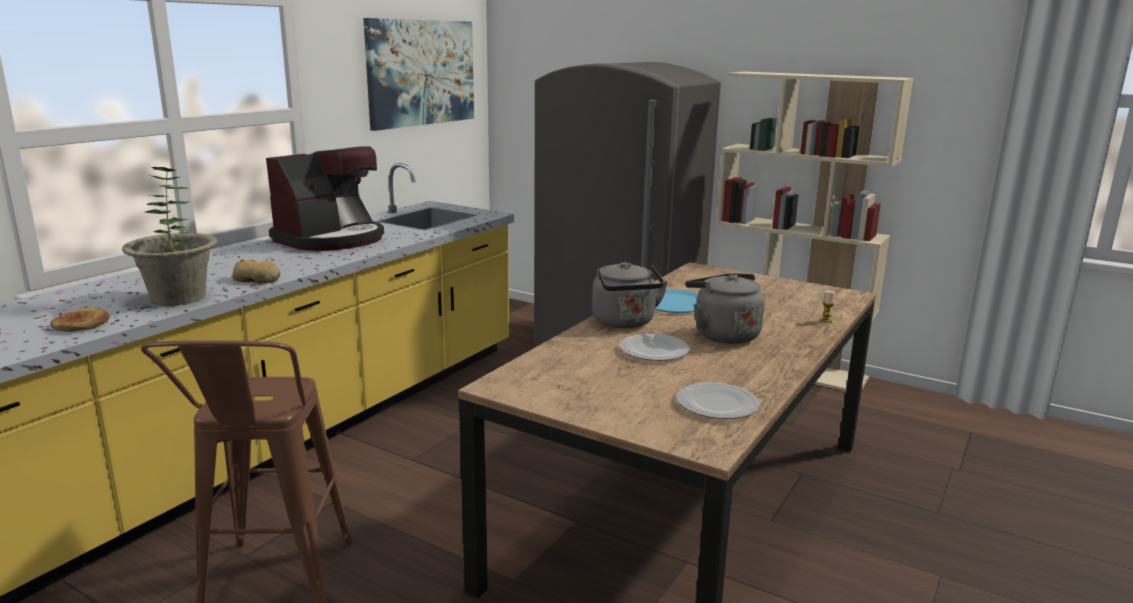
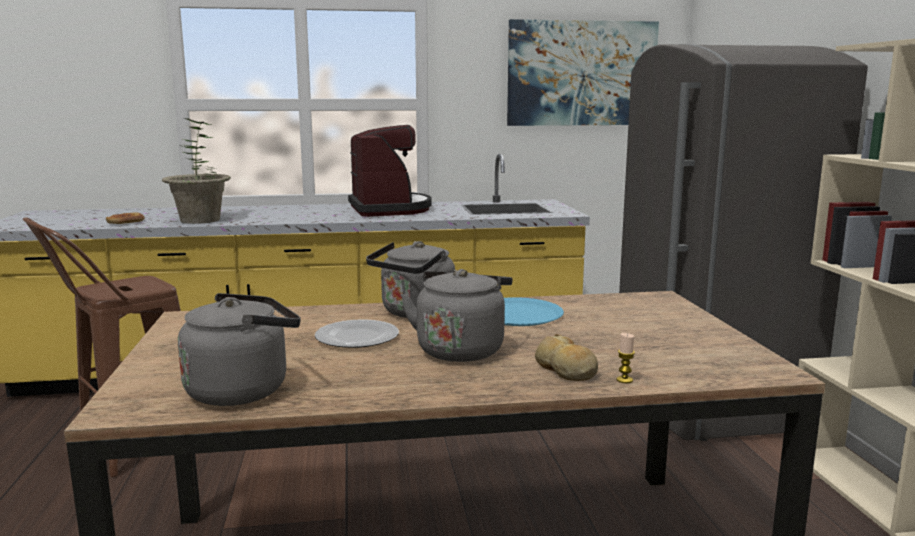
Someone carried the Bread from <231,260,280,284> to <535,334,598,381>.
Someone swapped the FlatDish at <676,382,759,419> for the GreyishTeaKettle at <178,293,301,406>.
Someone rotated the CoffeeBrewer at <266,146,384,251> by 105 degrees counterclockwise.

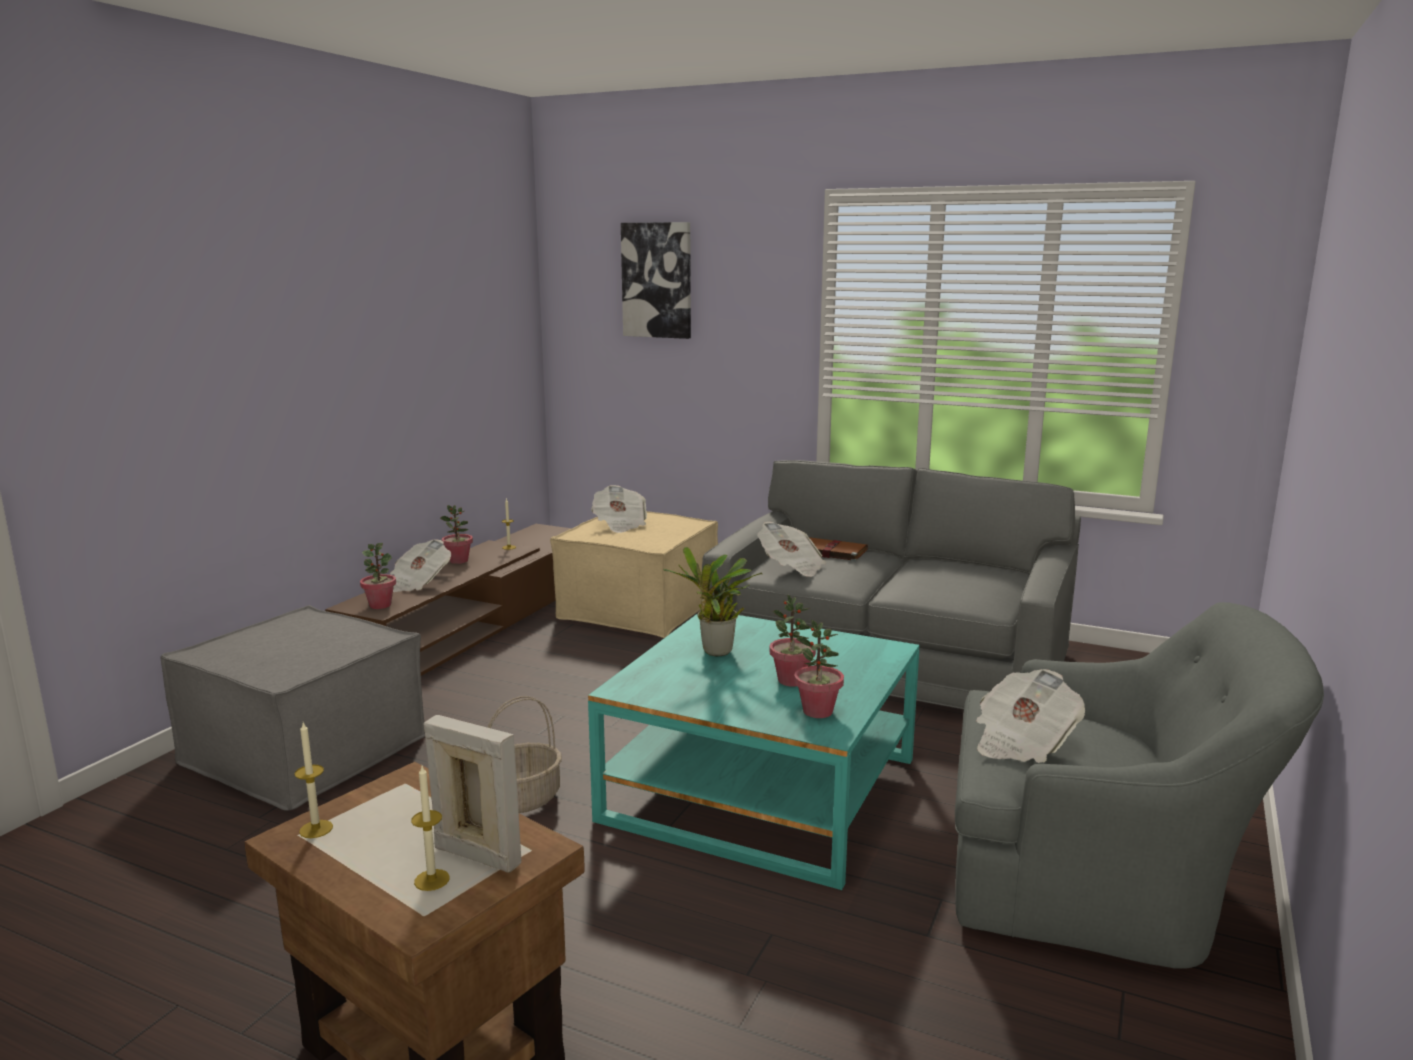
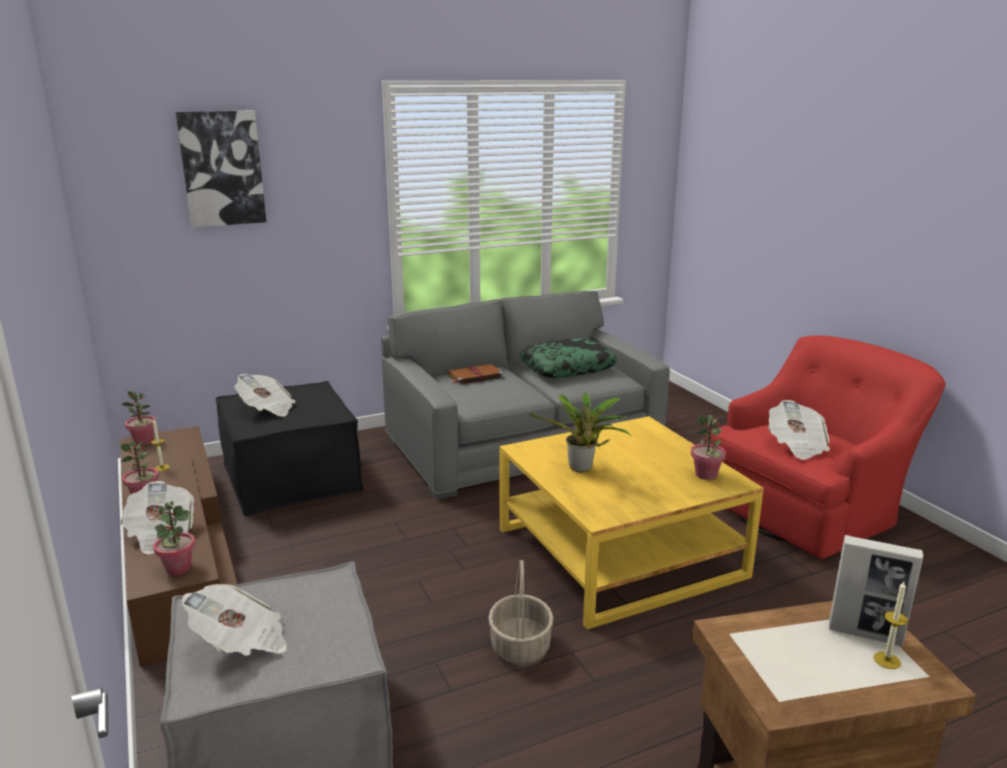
Someone took away the Candle at <294,723,333,838>.
Someone put down the ThrowPillow at <519,338,618,378>.
Someone carried the DailyPaper from <757,522,826,577> to <182,584,287,656>.
Someone carried the PottedPlant from <769,594,816,687> to <121,391,156,445>.
Someone repainted the BeigeColouredPouffe at <550,511,718,638>, which became the BlackishPouffe at <216,381,363,516>.
Someone repainted the BlueGreenLowTable at <588,613,920,890>, which became the YellowLowTable at <499,416,764,630>.
Someone repainted the GreyishLoungeChair at <955,602,1324,969>, which became the RedLoungeChair at <706,335,946,559>.
Someone rotated the PhotoFrame at <423,715,521,873> by 135 degrees counterclockwise.

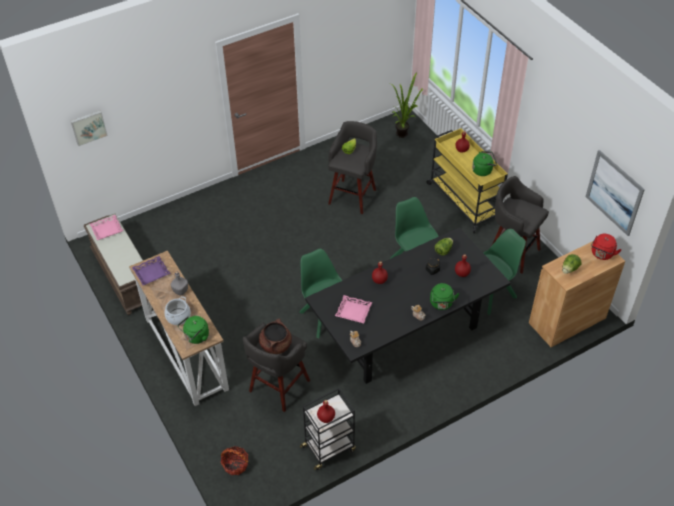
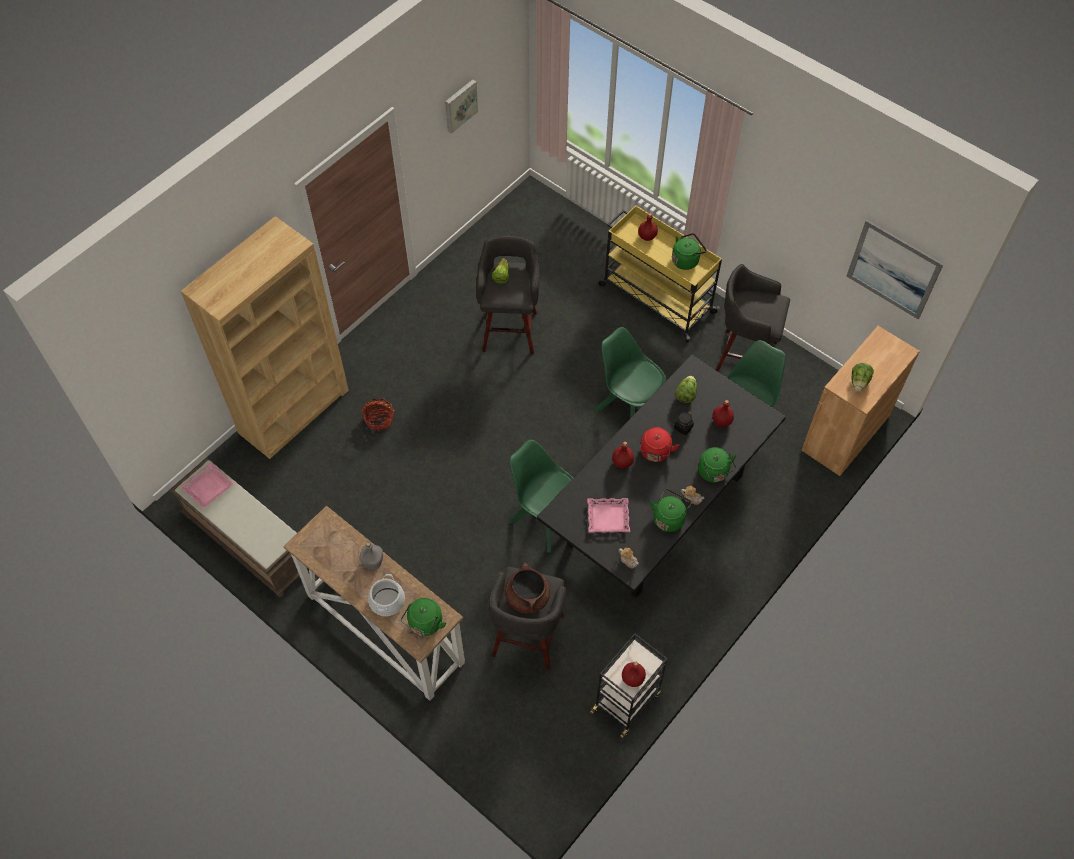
Someone took away the PurplishCarryingTray at <132,256,171,285>.
Someone took away the PottedPlant at <390,73,424,138>.
Someone put down the BrownBookshelf at <181,216,349,459>.
Someone put down the GreenColouredTeaKettle at <649,489,692,532>.
Someone carried the WallPicture from <71,110,108,146> to <445,79,478,134>.
Someone carried the HouseholdBasket from <221,446,248,475> to <361,399,395,431>.
Someone carried the RedTeaKettle from <591,234,621,260> to <640,427,679,462>.

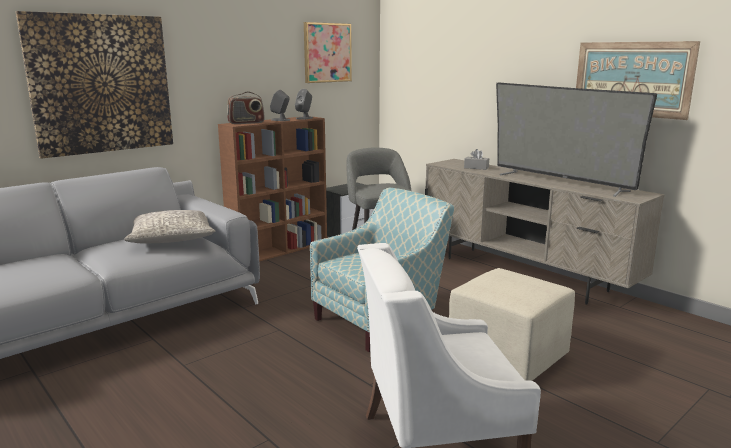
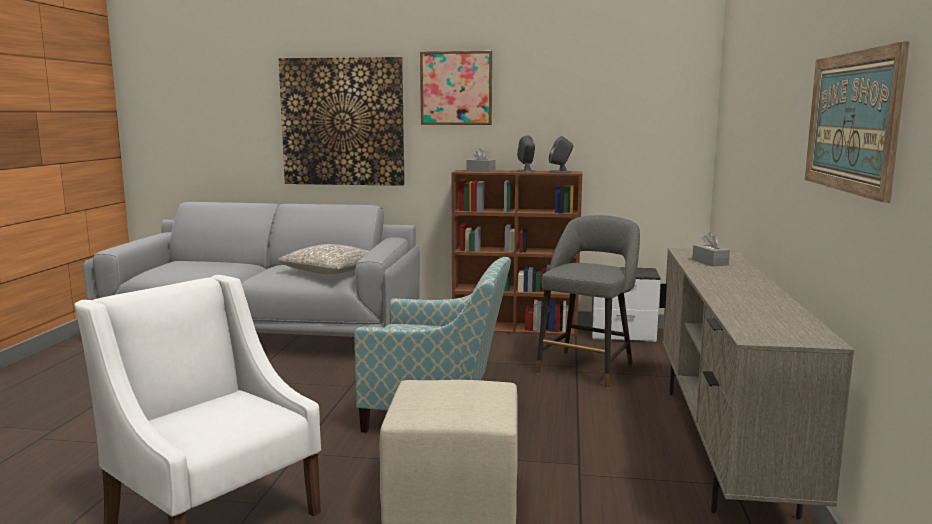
Someone took away the Tv at <496,83,657,197>.
Someone carried the WallPicture from <304,22,352,83> to <420,51,492,125>.
Someone swapped the RadioReceiver at <227,91,265,124> for the GreyishBoxOfTissues at <466,149,495,172>.

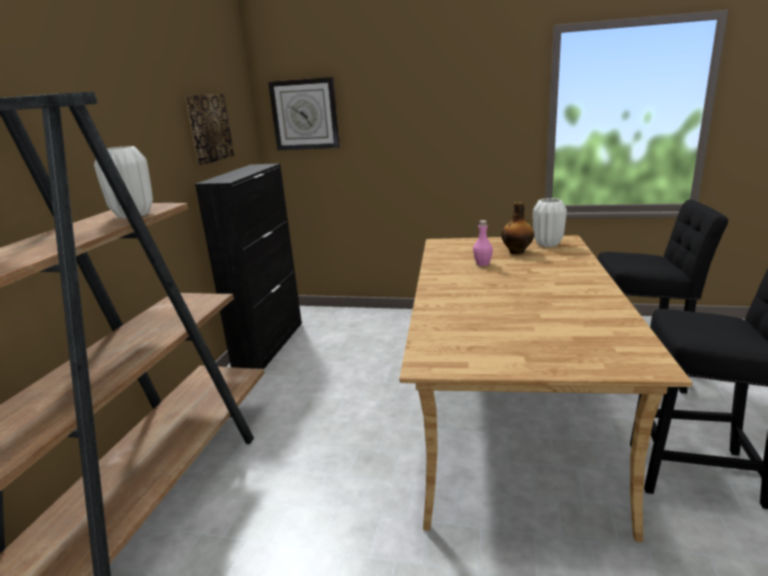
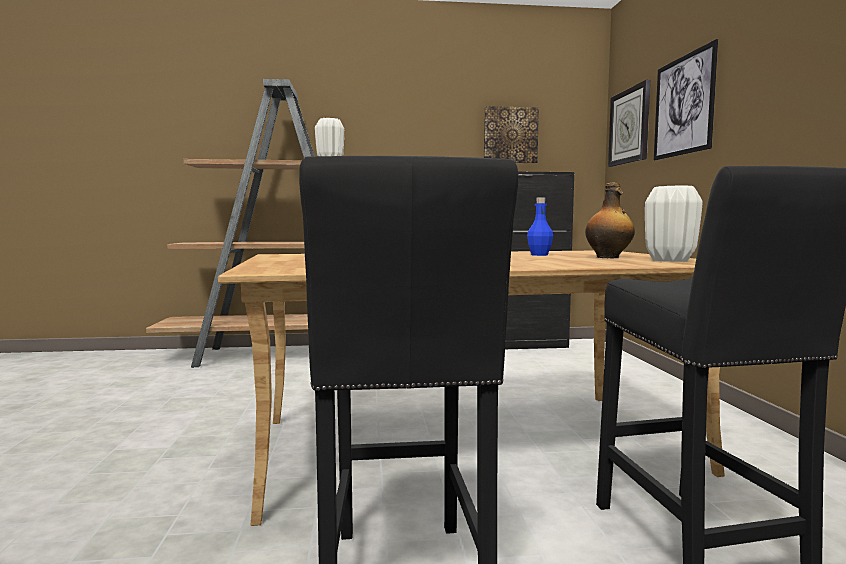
Someone put up the WallPicture at <654,39,718,160>.
Someone repainted the PinkColouredBeverageBottle at <473,220,493,266>, which became the BlueBeverageBottle at <527,197,553,256>.

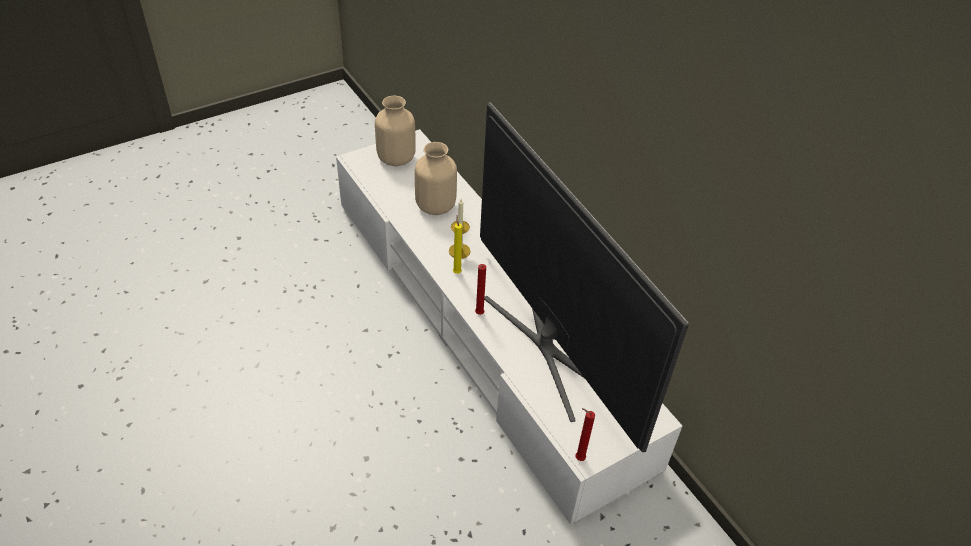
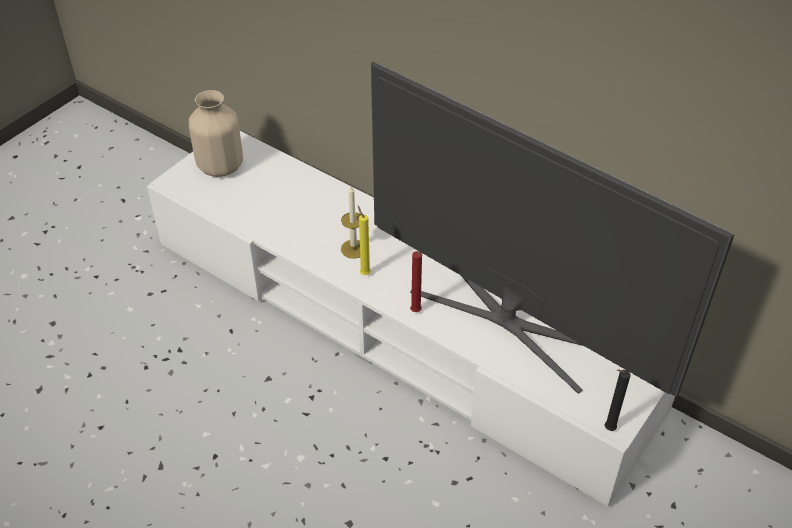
Someone took away the BeigeColouredVase at <415,142,457,215>.
Someone repainted the RedCandle at <575,408,595,461>, which became the BlackishCandle at <605,369,631,431>.

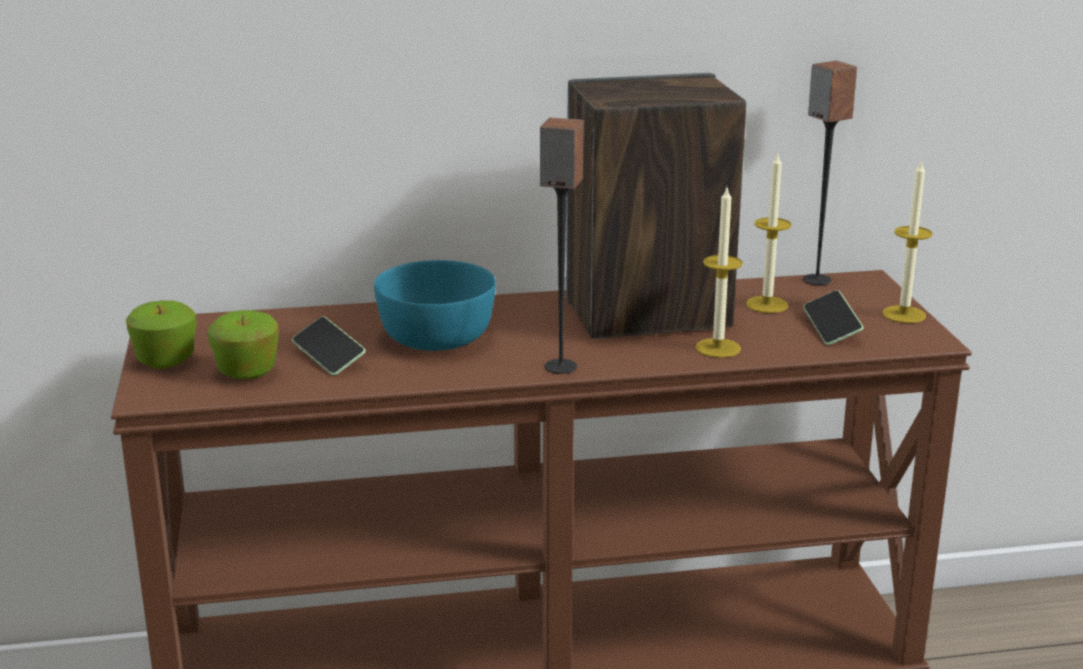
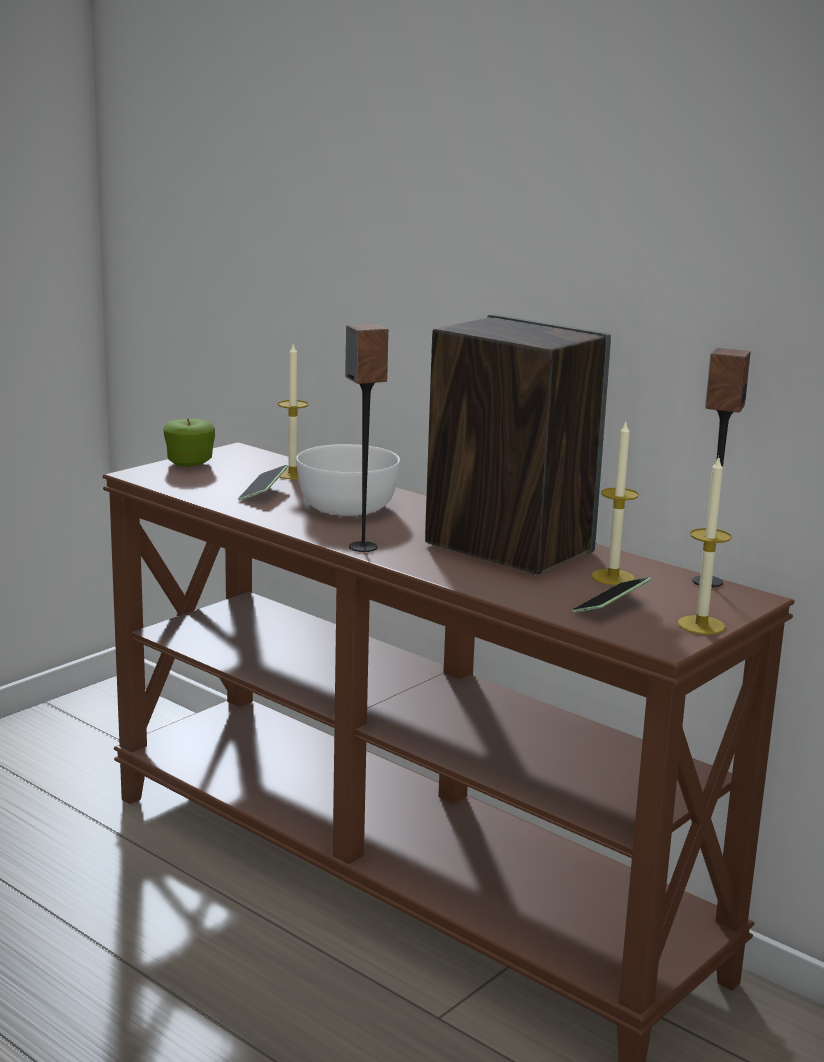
Someone took away the Apple at <208,310,279,379>.
Someone carried the Candle from <695,188,743,358> to <278,342,308,479>.
Someone repainted the BlueGreenDeepDish at <374,260,496,351>, which became the WhitishDeepDish at <296,444,400,515>.

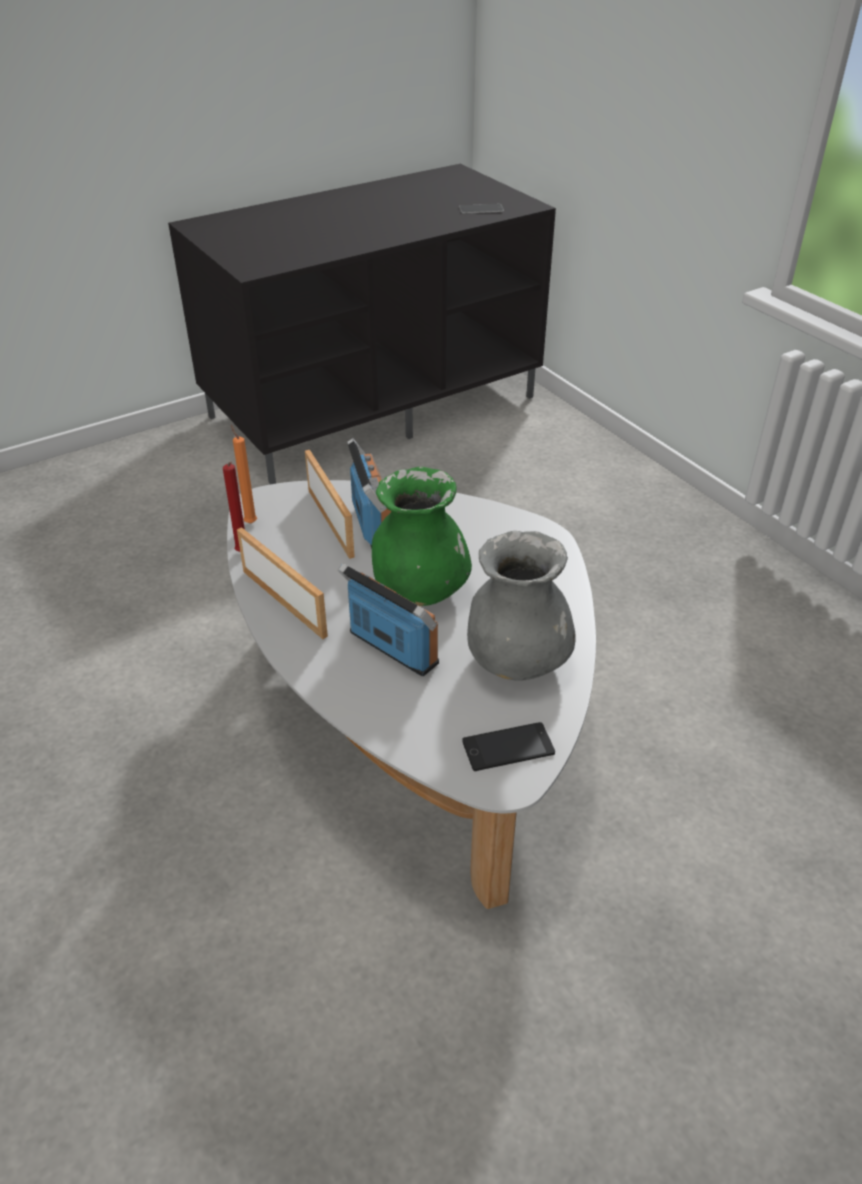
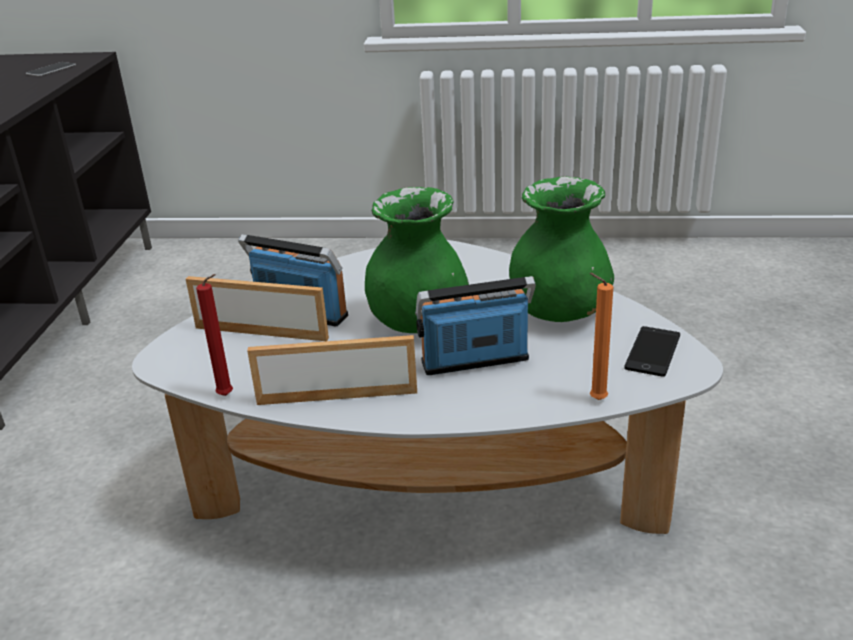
Someone carried the OrangeCandle from <231,425,257,523> to <590,273,613,400>.
Someone repainted the GreyishVase at <467,531,576,681>, which became the GreenColouredVase at <509,177,614,322>.

